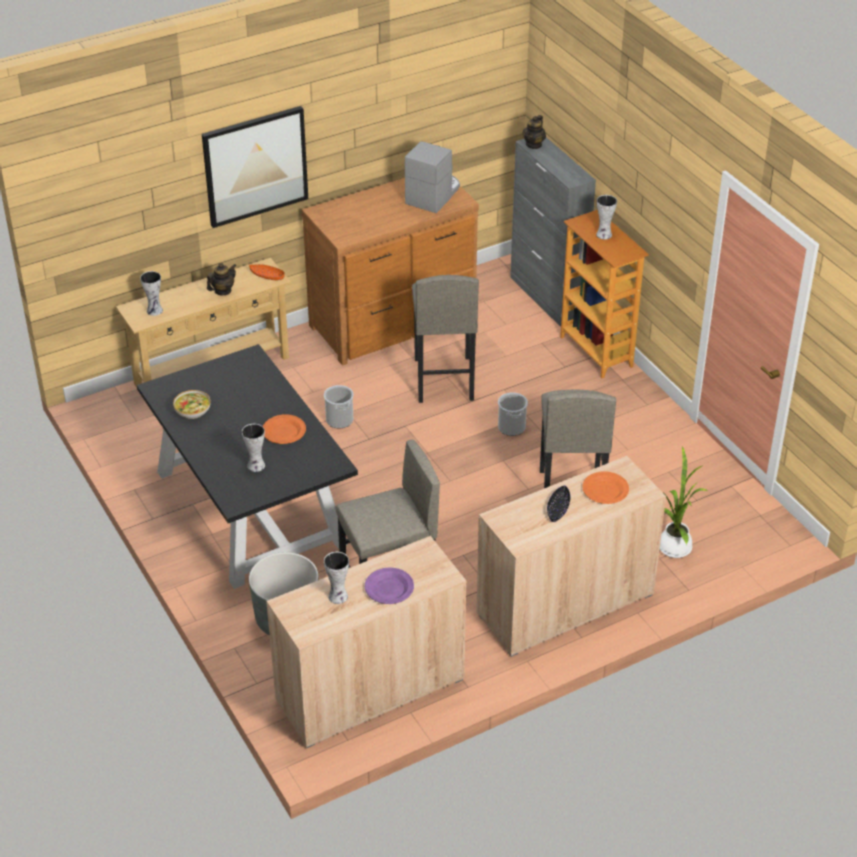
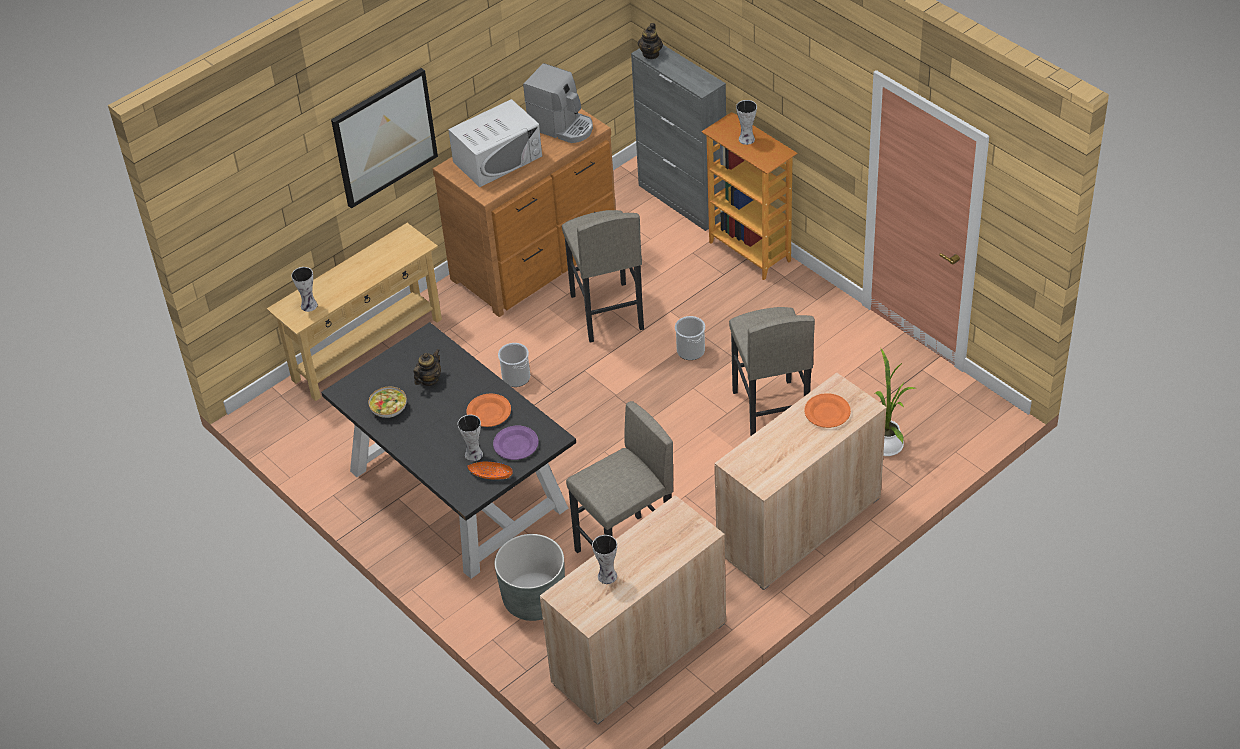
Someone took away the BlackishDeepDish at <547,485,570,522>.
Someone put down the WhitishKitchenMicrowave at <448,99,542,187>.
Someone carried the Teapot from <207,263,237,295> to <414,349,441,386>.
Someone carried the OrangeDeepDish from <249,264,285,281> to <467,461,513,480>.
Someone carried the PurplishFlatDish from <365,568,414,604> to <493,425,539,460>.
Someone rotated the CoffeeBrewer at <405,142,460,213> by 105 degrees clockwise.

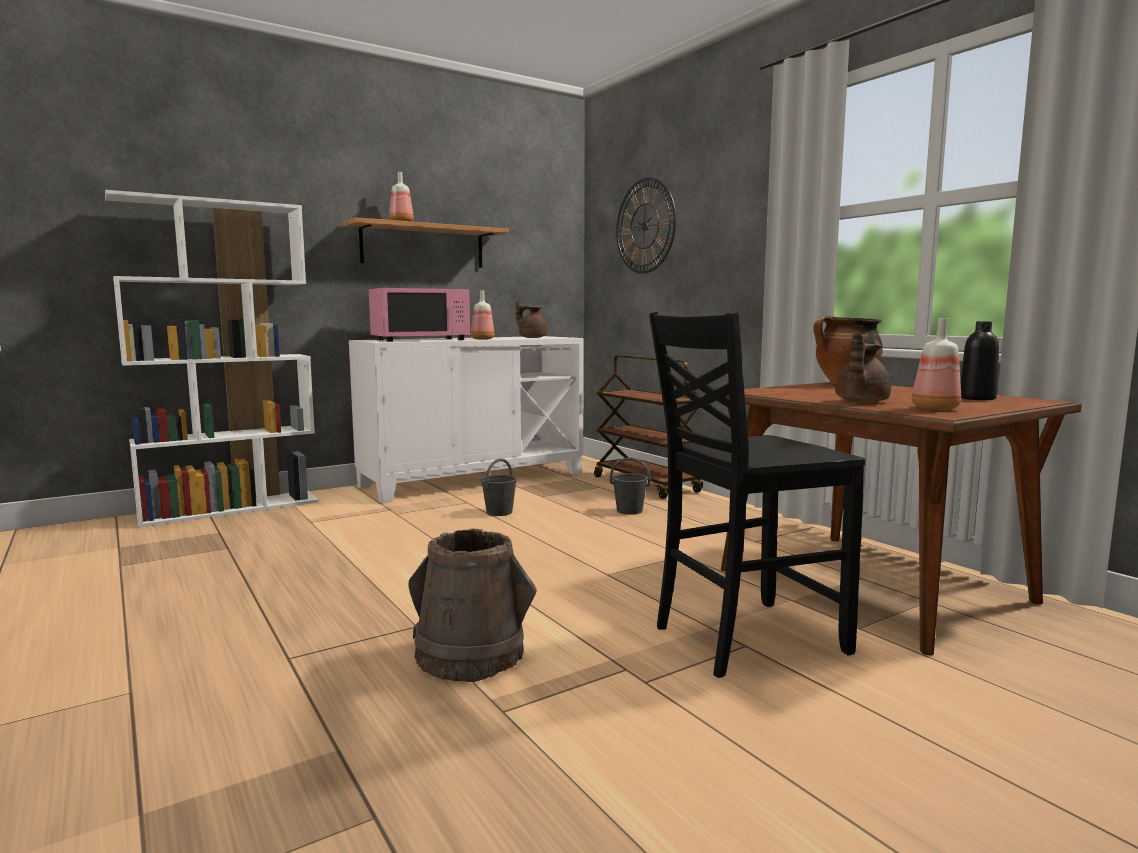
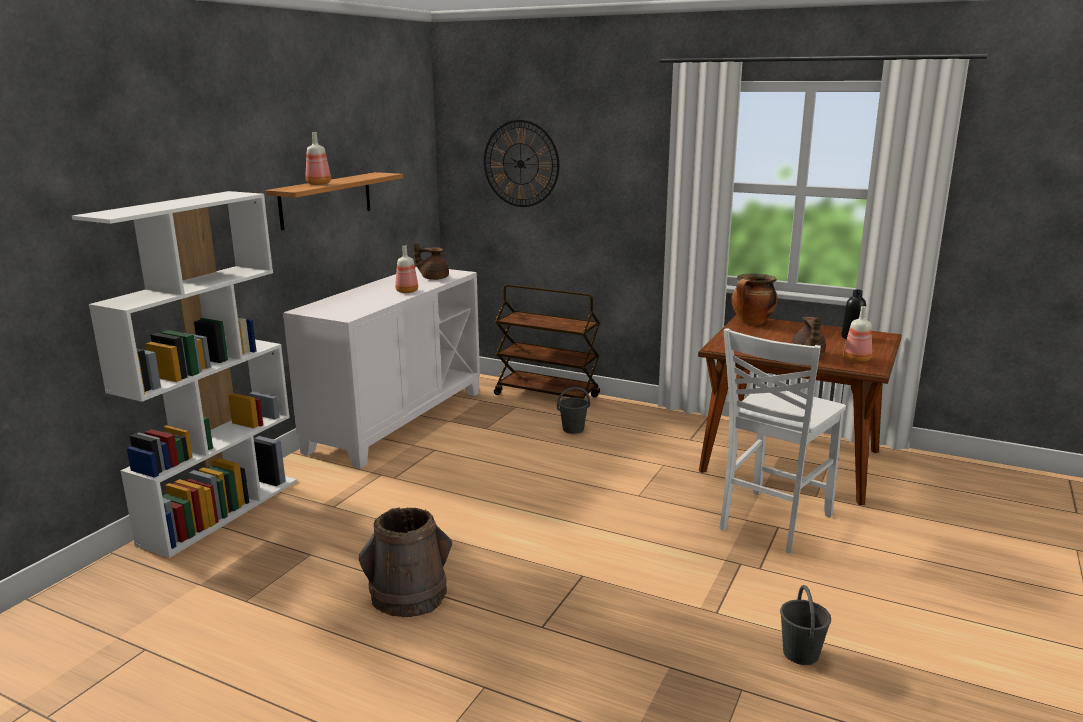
Someone took away the PinkColouredKitchenMicrowave at <369,288,470,341>.
Someone carried the BrownWaterBucket from <408,528,537,682> to <359,508,452,617>.
Someone carried the GreyishWaterBucket from <481,458,517,516> to <780,585,831,665>.
Someone repainted the BlackishUprightChair at <649,312,866,678>, which became the WhitishUprightChair at <720,328,846,553>.

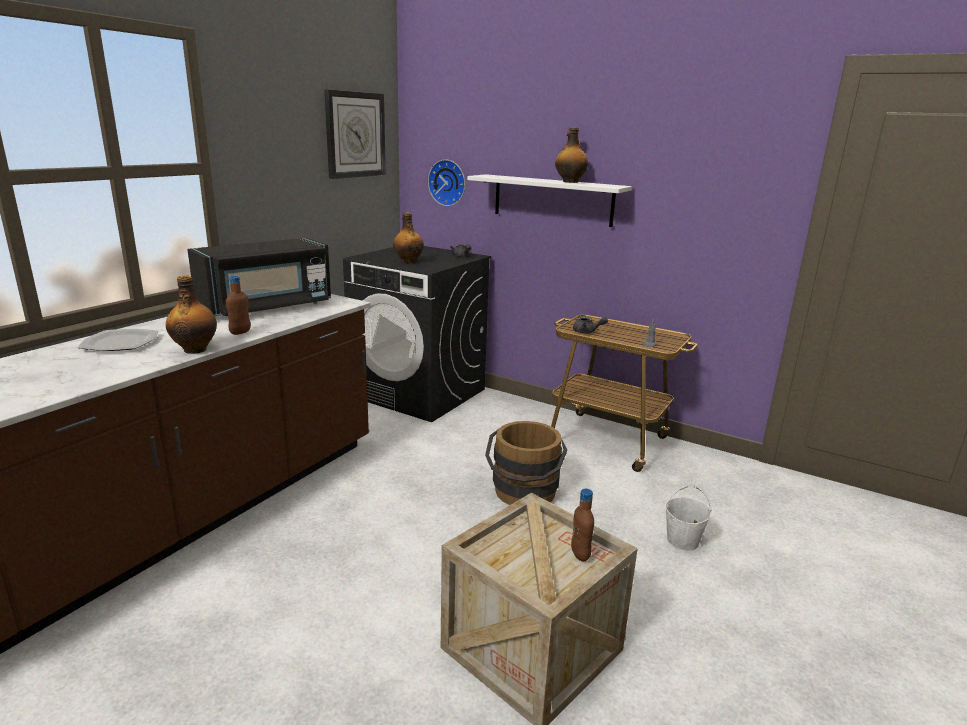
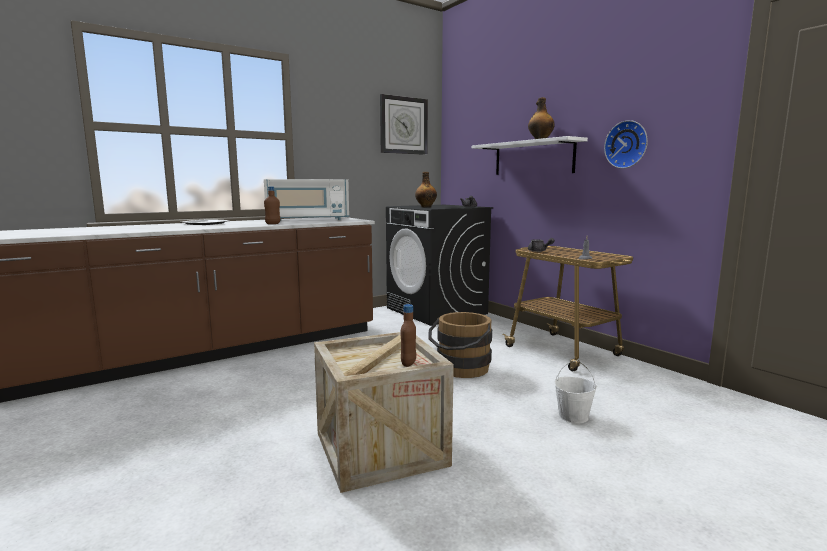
Someone took away the BeverageBottle at <165,276,217,354>.
Someone carried the WallClock from <428,159,465,206> to <604,120,648,169>.
Someone repainted the BlackishKitchenMicrowave at <187,238,331,317>, which became the WhitishKitchenMicrowave at <264,179,349,221>.

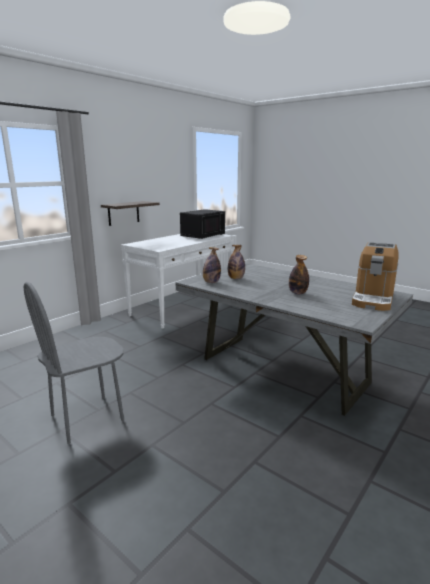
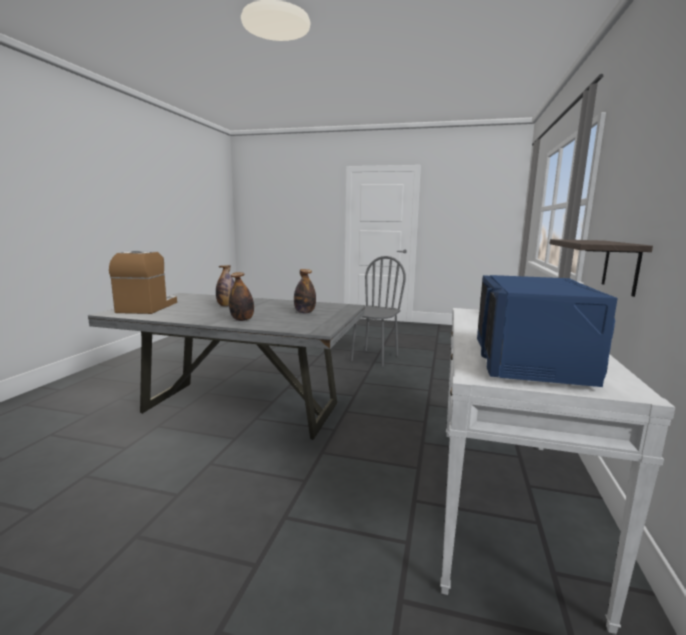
Someone carried the BeverageBottle from <203,247,221,283> to <229,272,254,321>.
Someone repainted the BlackishKitchenMicrowave at <180,209,225,239>, which became the BlueKitchenMicrowave at <477,275,618,387>.

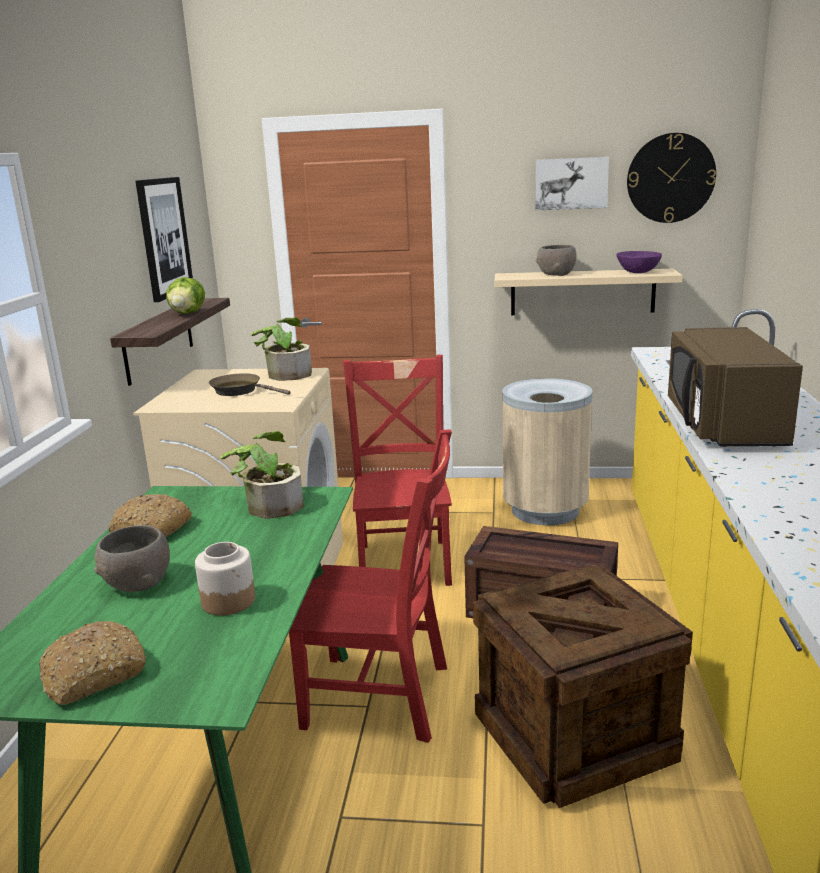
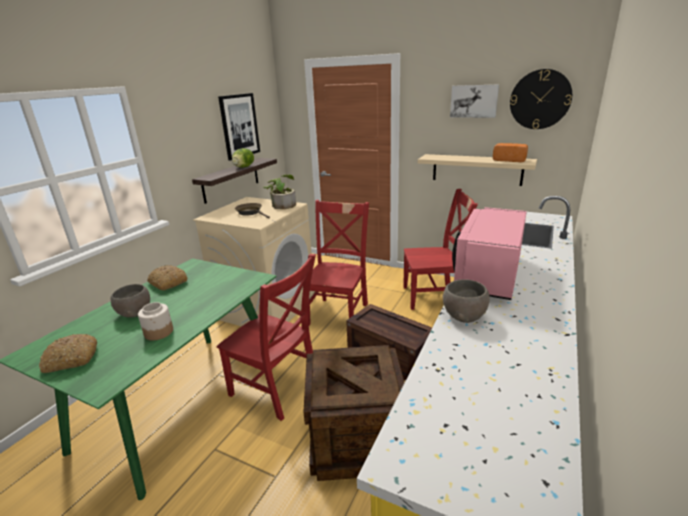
Someone took away the PottedPlant at <220,431,304,519>.
Someone carried the GreyishDeepDish from <536,245,577,276> to <442,279,490,323>.
Someone swapped the BeigeColouredWasteBin at <503,378,593,525> for the RedUprightChair at <403,189,478,310>.
Someone swapped the PurplishDeepDish at <616,251,662,273> for the Bread at <493,143,528,162>.
Someone repainted the BrownKitchenMicrowave at <668,327,803,447>, which became the PinkColouredKitchenMicrowave at <452,207,527,300>.

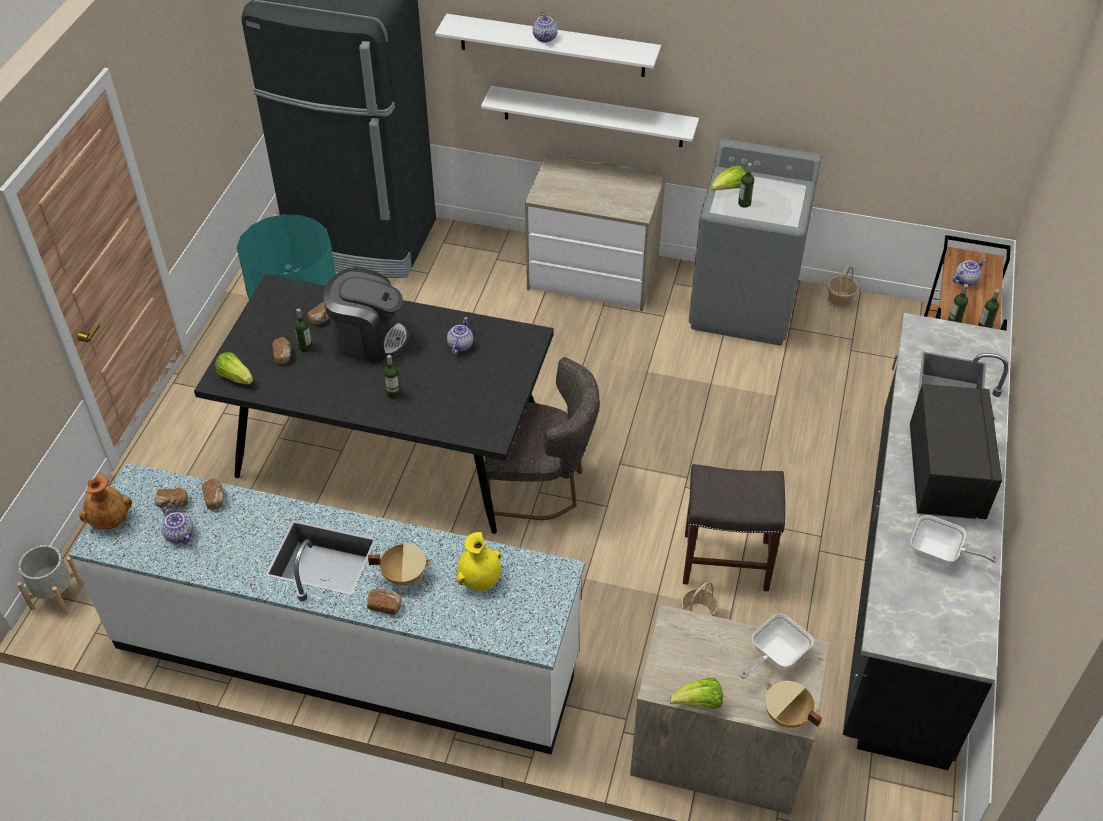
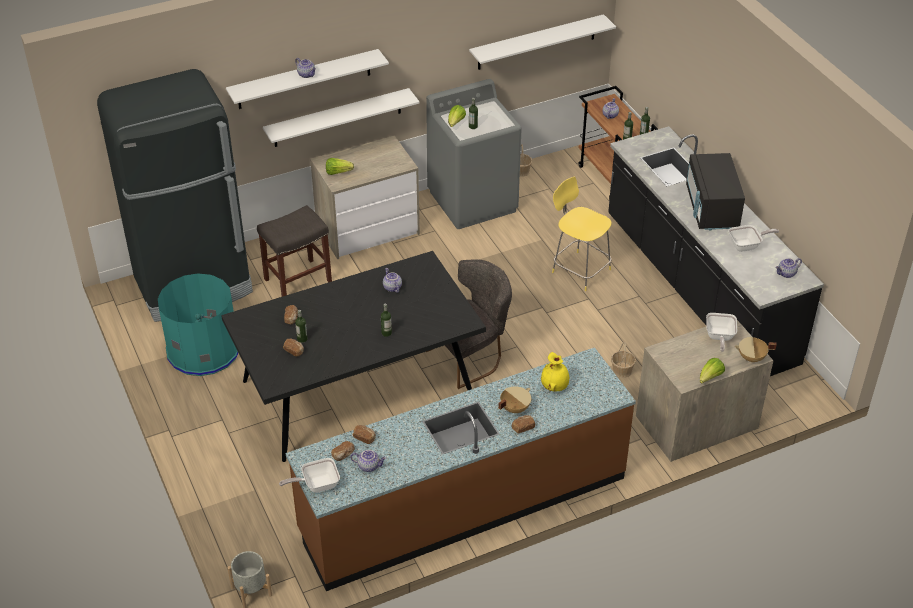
Someone took away the CoffeeBrewer at <323,267,409,363>.
Someone put up the WhitishBracketShelf at <469,14,616,70>.
Someone put down the YellowStool at <552,177,612,291>.
Someone put down the Teapot at <775,258,802,278>.
Someone carried the Lettuce from <215,352,253,384> to <326,158,354,175>.
Someone carried the GreyishStool from <683,464,785,591> to <257,205,332,297>.
Someone swapped the BrownVase at <79,473,132,530> for the FryingPan at <279,458,340,493>.
Someone repainted the WhitishKitchenCounter at <69,462,585,754>, which became the BrownKitchenCounter at <286,347,636,591>.
Someone rotated the BlackishKitchenMicrowave at <910,384,1002,519> by 150 degrees counterclockwise.

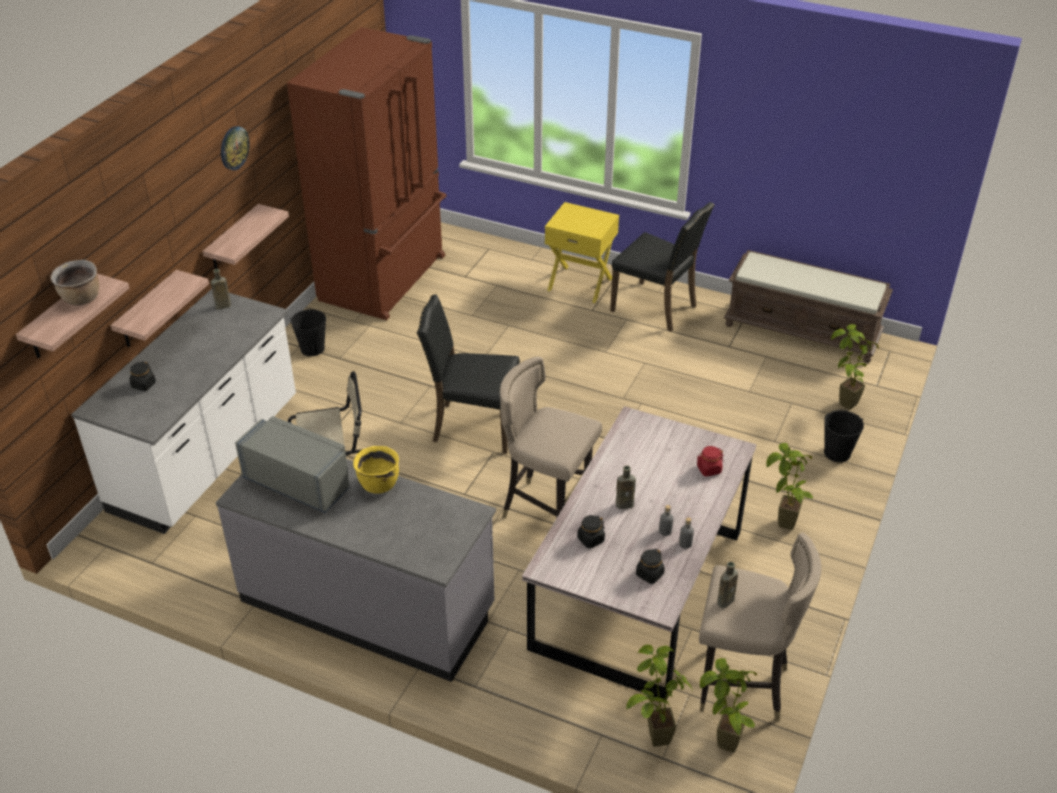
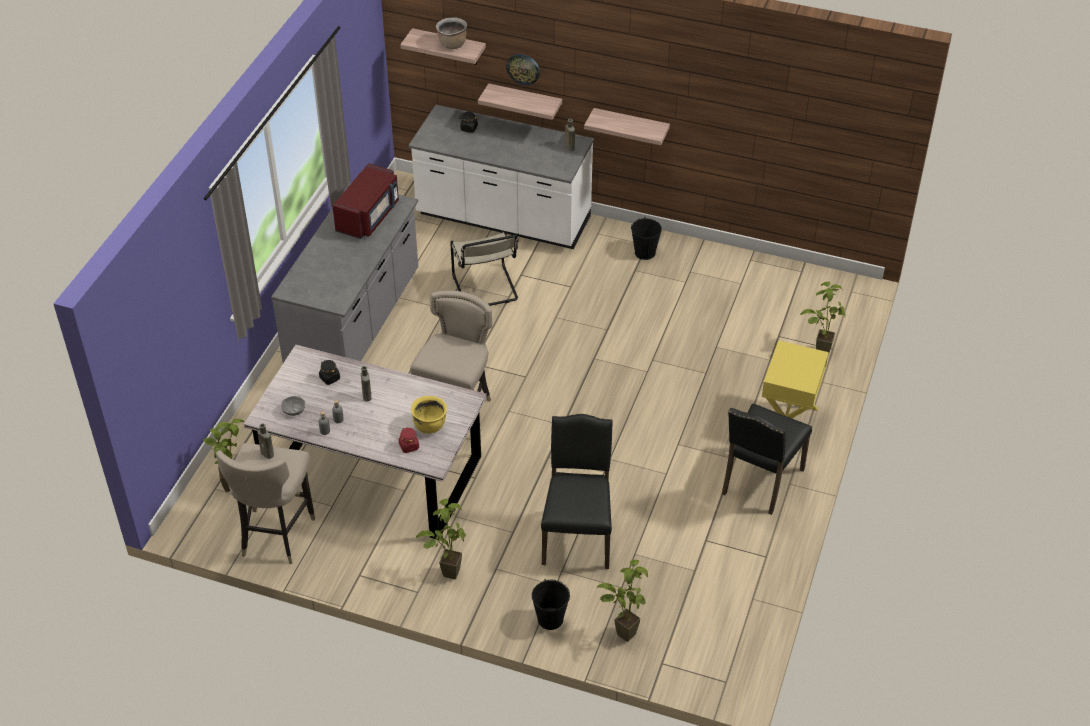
Someone took away the BrownRefrigerator at <287,27,447,320>.
Someone took away the BrownBench at <724,250,893,363>.
Someone carried the WallClock from <221,126,250,170> to <506,54,540,85>.
Someone carried the YellowCookingPot from <353,446,399,494> to <411,396,447,434>.
Someone carried the BlackishUprightChair from <417,294,520,454> to <541,414,613,569>.
Someone carried the PottedPlant from <700,658,757,753> to <800,282,845,355>.
Someone swapped the BlackishJar at <636,549,665,584> for the GreyishDeepDish at <281,396,305,416>.
Someone repainted the GreyishKitchenMicrowave at <235,416,350,513>, which became the RedKitchenMicrowave at <332,163,399,239>.

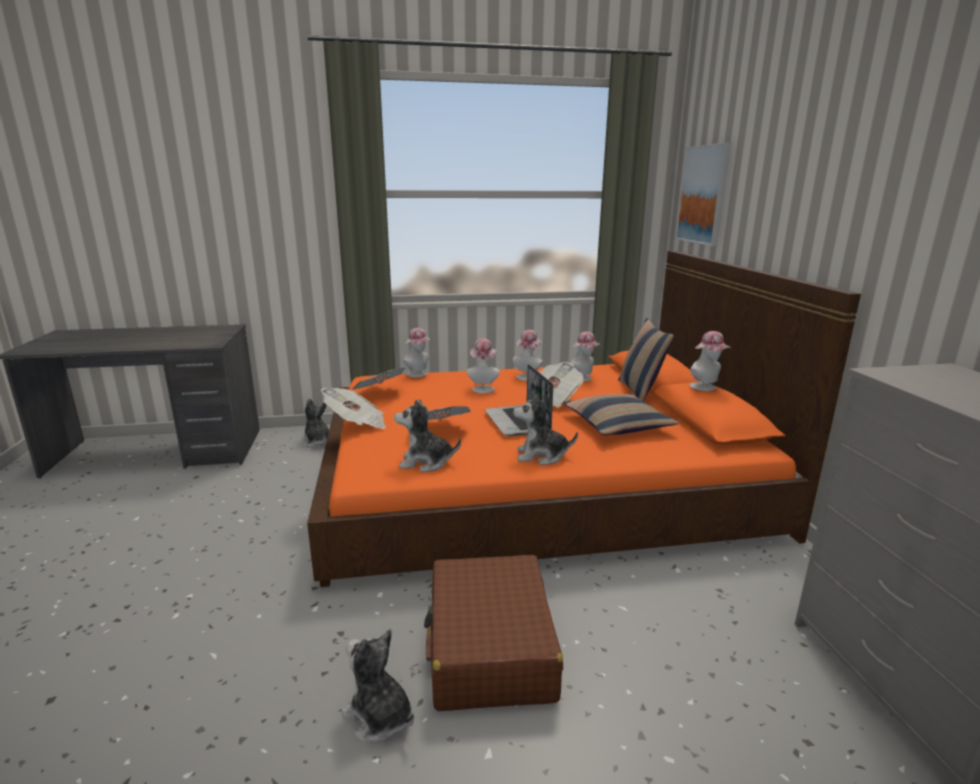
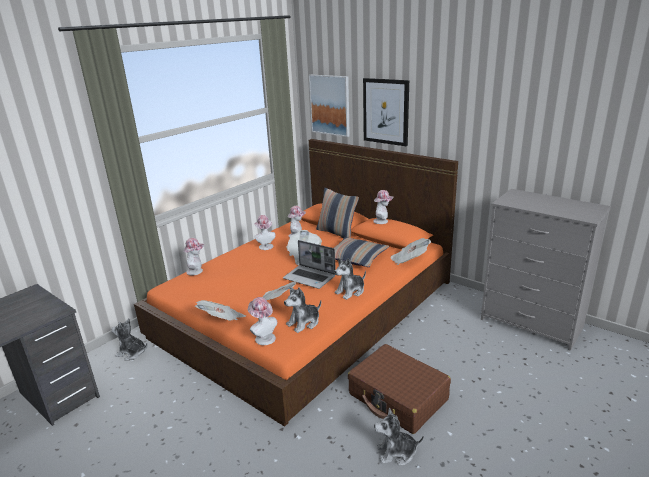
Someone put up the WallPicture at <363,78,409,146>.
Someone carried the DailyPaper from <352,368,406,390> to <390,238,431,265>.
Someone carried the ClothingHat from <467,338,500,394> to <248,297,277,345>.

